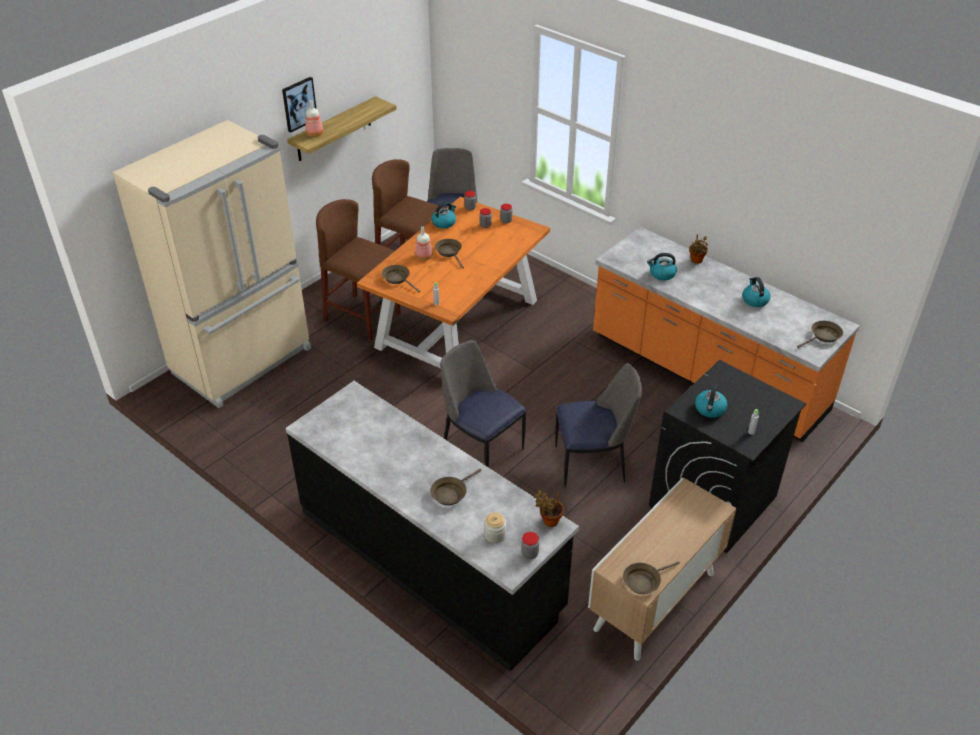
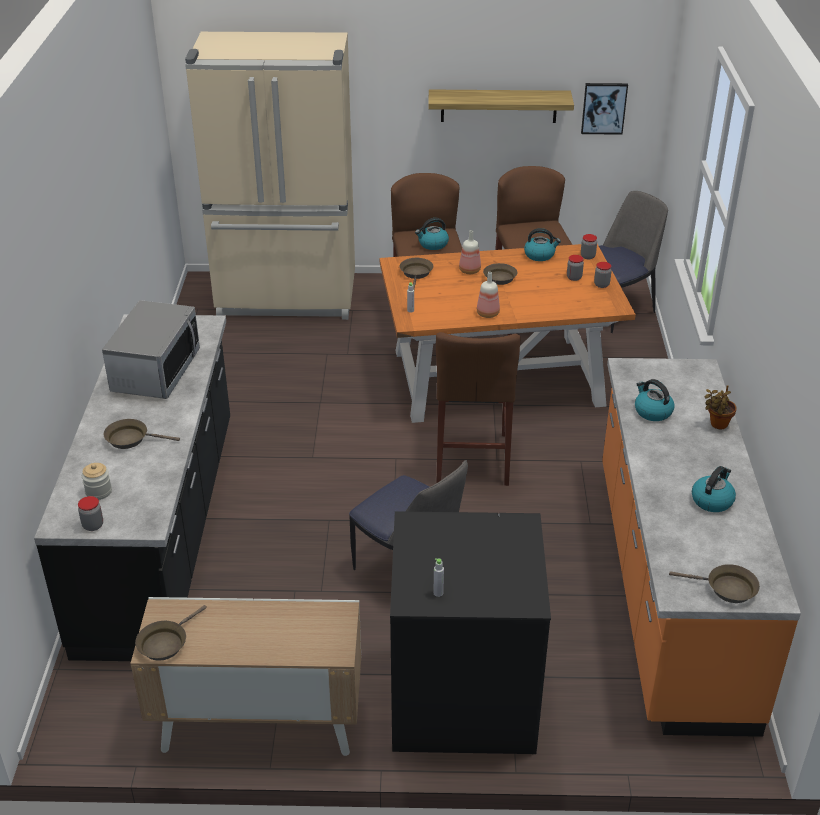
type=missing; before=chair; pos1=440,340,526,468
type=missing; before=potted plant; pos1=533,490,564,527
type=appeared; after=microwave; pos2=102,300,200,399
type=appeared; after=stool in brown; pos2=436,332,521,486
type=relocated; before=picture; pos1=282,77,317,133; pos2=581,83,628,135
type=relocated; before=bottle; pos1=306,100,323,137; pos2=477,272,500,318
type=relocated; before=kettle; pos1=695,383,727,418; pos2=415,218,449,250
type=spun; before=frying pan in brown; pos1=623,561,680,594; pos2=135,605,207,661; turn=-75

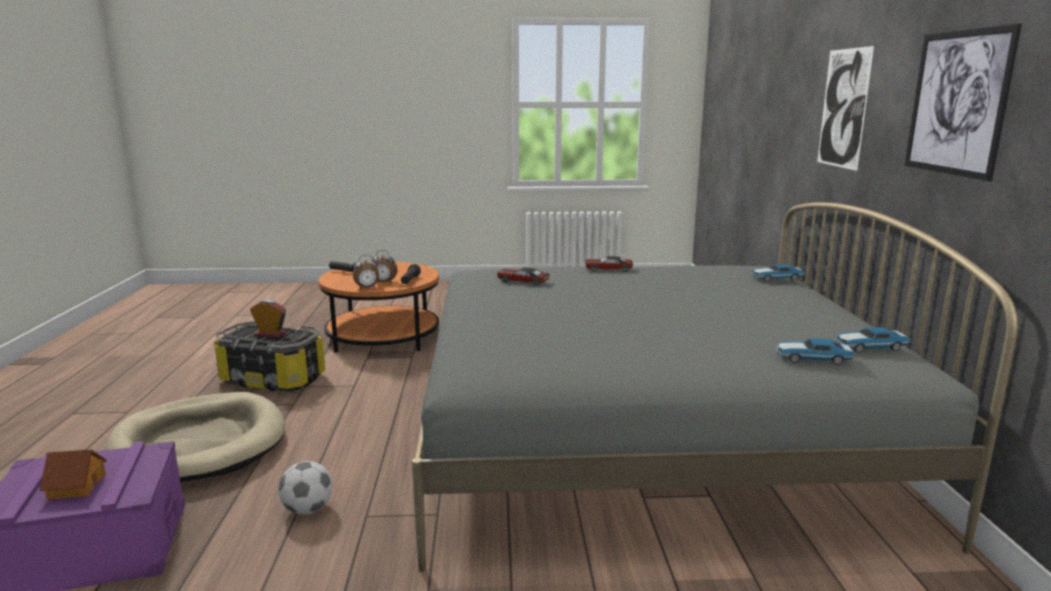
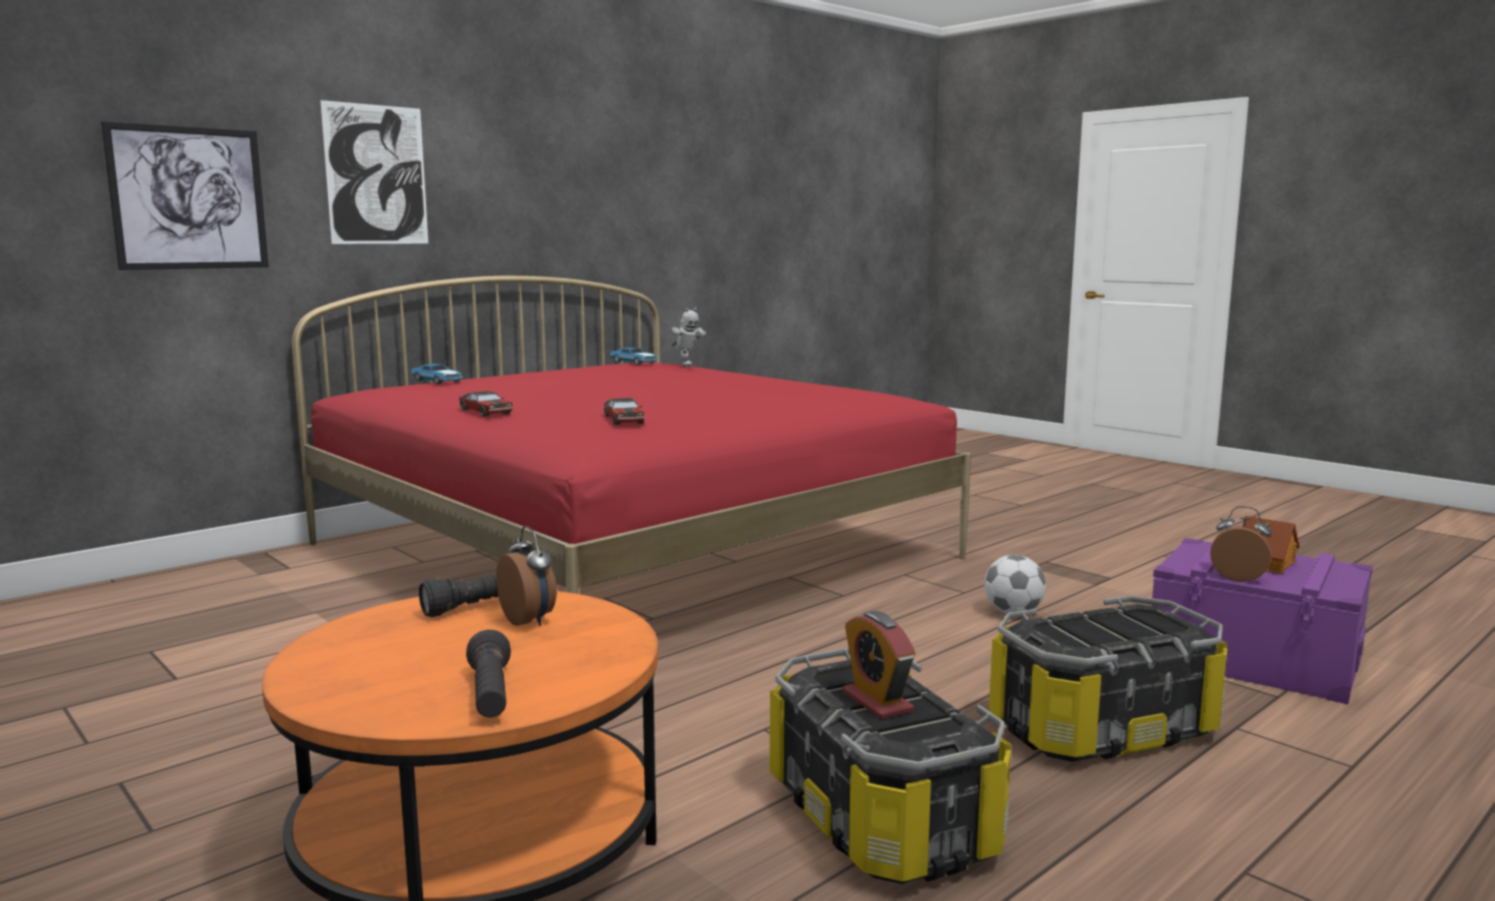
type=relocated; before=alarm clock; pos1=353,255,379,289; pos2=1210,506,1272,582
type=relocated; before=picture; pos1=905,24,1022,181; pos2=101,121,269,270
type=exchanged; before=dog bed in beige; after=storage box; pos1=105,392,285,482; pos2=989,596,1228,762
type=exchanged; before=toy car; after=toy robot; pos1=776,338,855,365; pos2=670,308,706,367
type=colour; before=bed in grey; after=bed in red; pos1=412,202,1018,572; pos2=292,276,971,594

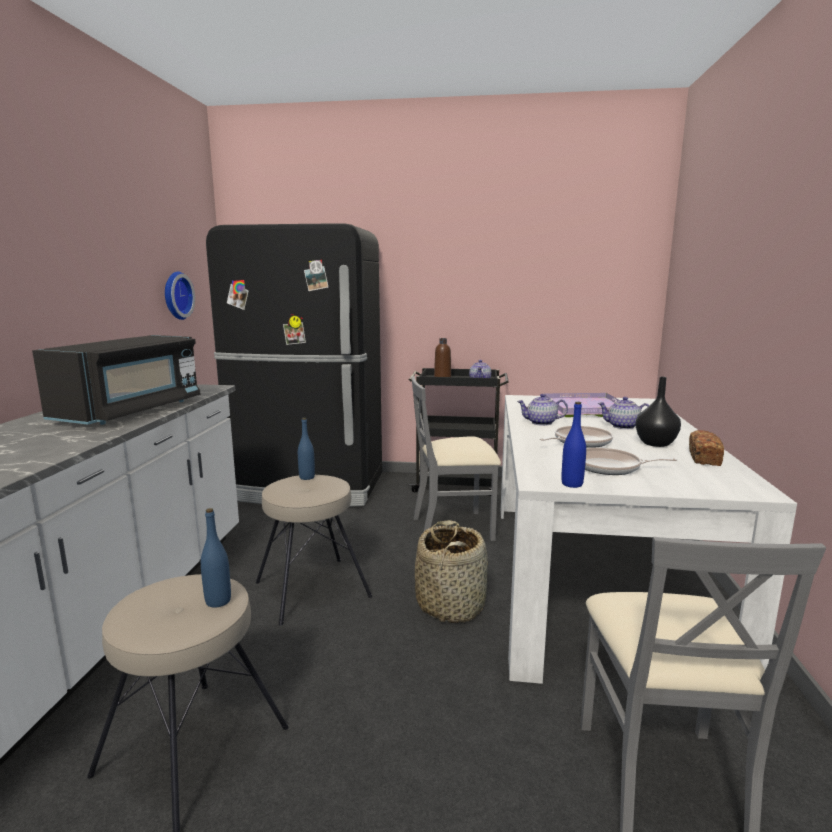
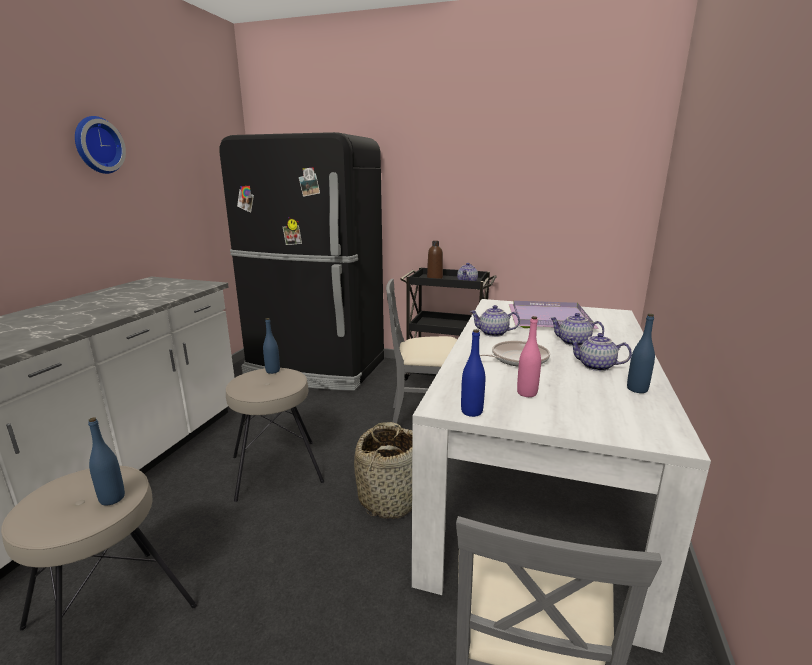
type=missing; before=microwave in black; pos1=32,335,201,425
type=relocated; before=wall clock; pos1=165,272,195,320; pos2=75,116,126,174
type=exchanged; before=frying pan; after=bottle in pink; pos1=585,448,677,475; pos2=517,316,541,397
type=exchanged; before=vase in black; after=teapot; pos1=635,377,681,447; pos2=569,333,632,371
type=exchanged; before=bread; after=bottle in blue; pos1=689,430,724,466; pos2=627,314,655,393

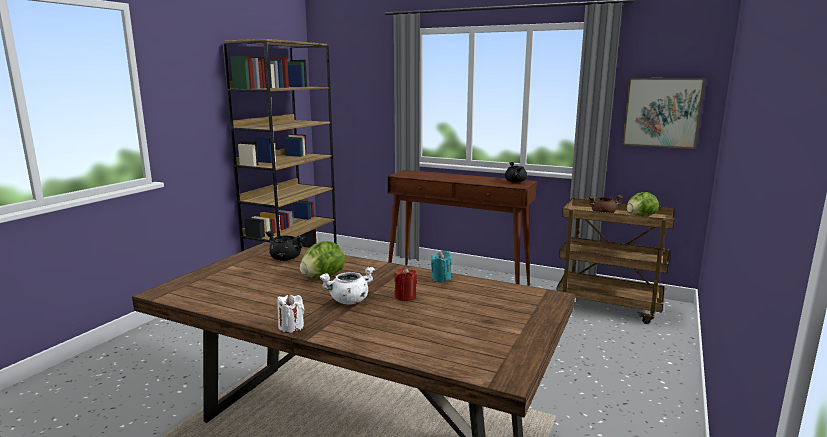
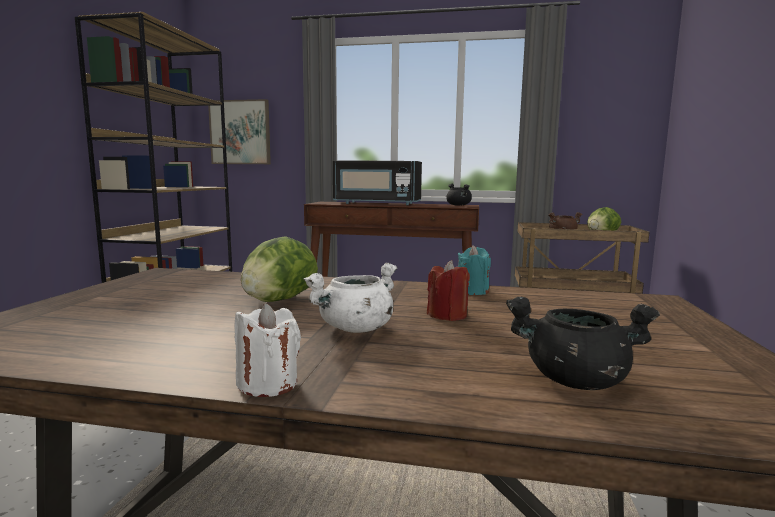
type=appeared; after=microwave in black; pos2=333,160,422,205
type=relocated; before=cooking pot in black; pos1=266,231,305,261; pos2=506,297,660,390
type=relocated; before=picture; pos1=622,78,705,149; pos2=208,99,271,164

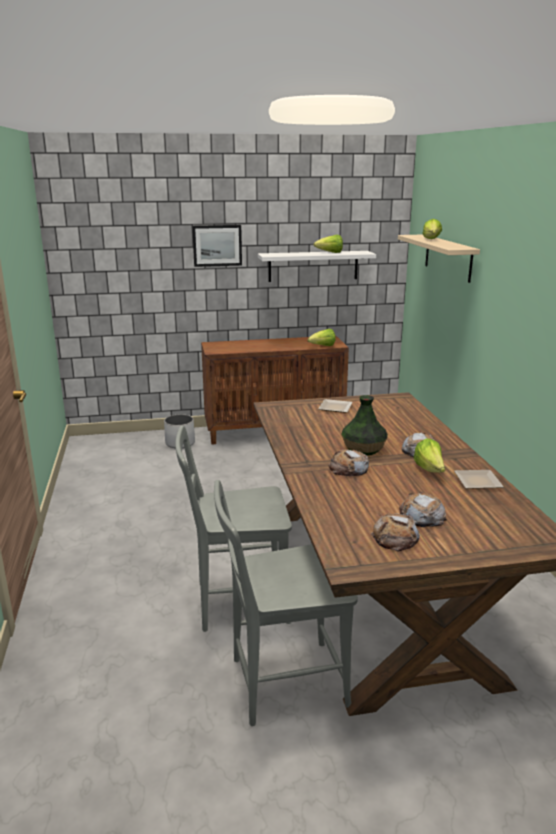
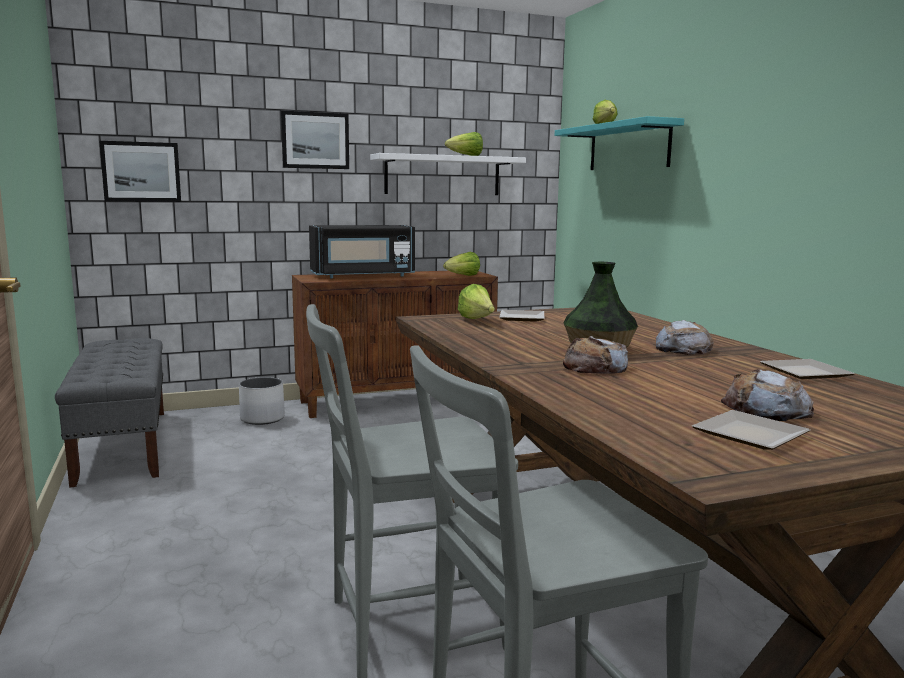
type=appeared; after=bench in grey; pos2=55,338,164,488
type=appeared; after=picture; pos2=99,141,181,202
type=appeared; after=microwave in black; pos2=309,225,415,278
type=relocated; before=lettuce; pos1=413,438,445,473; pos2=458,284,495,319
type=exchanged; before=bread; after=plate; pos1=371,513,420,551; pos2=692,410,810,450
type=colour; before=shelf in beige; after=shelf in turquoise; pos1=398,235,480,283; pos2=554,116,684,170

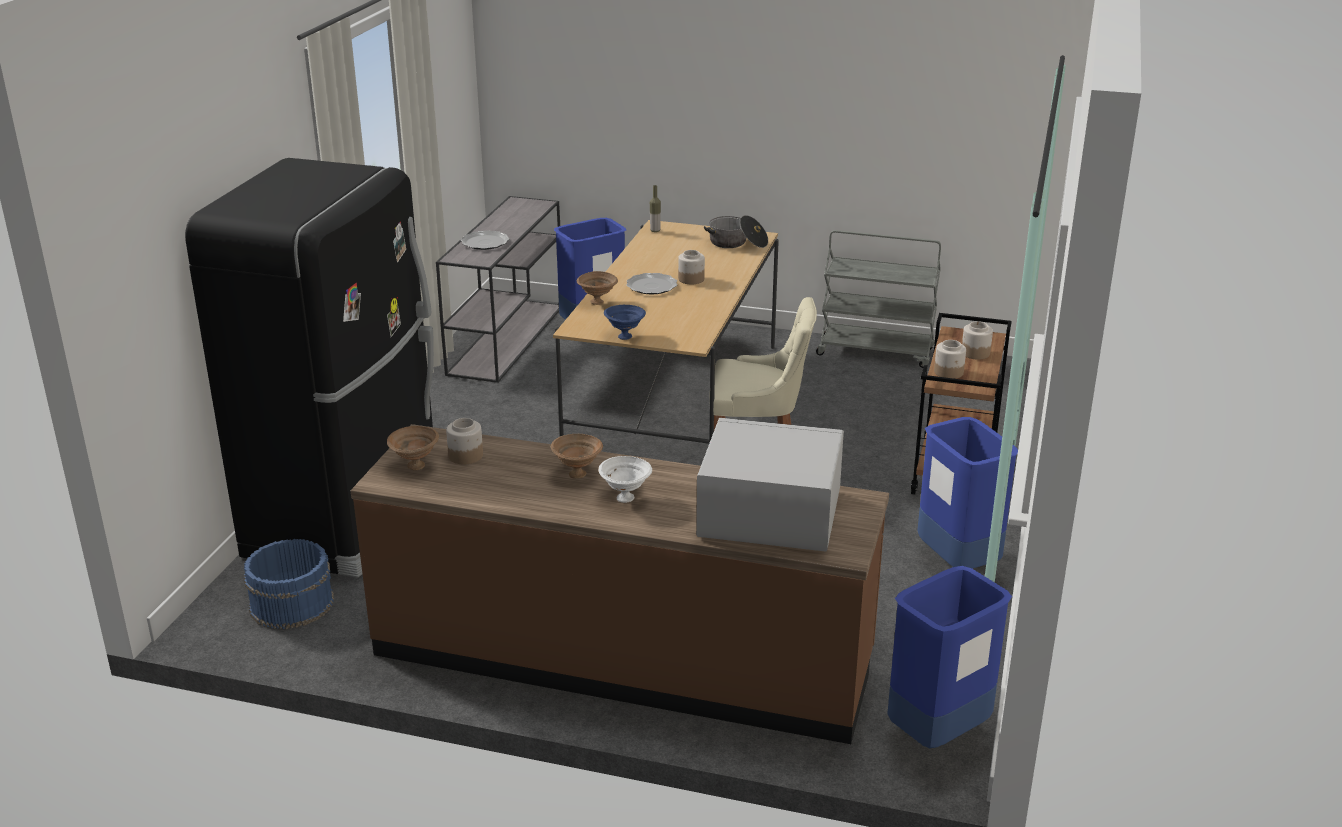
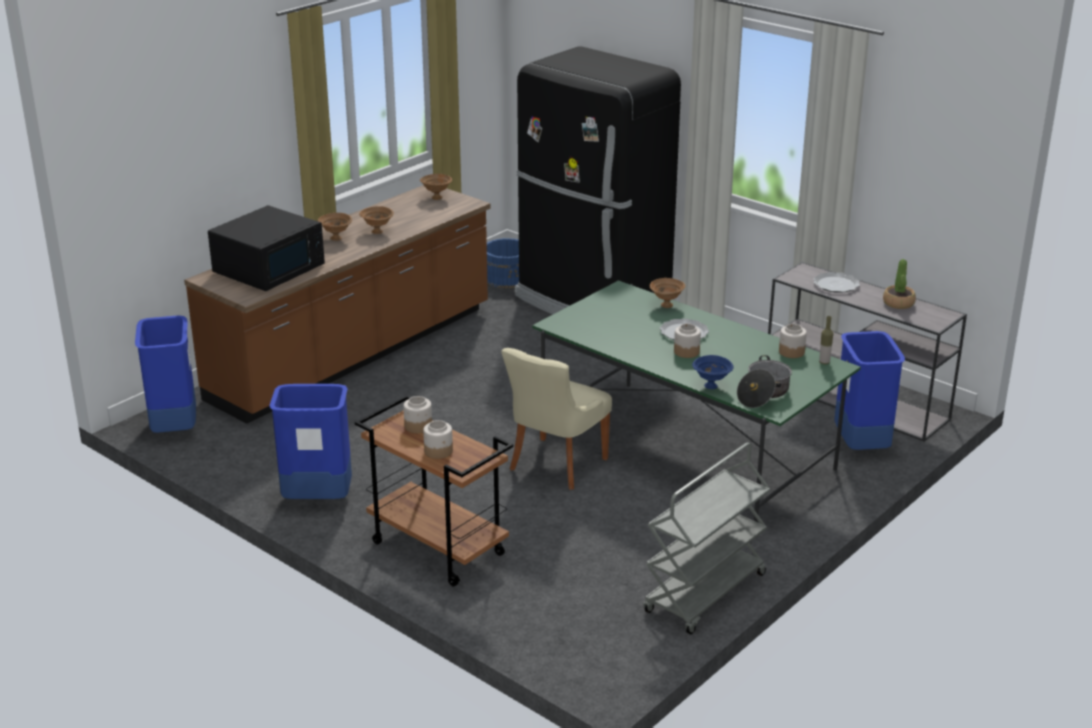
type=appeared; after=potted plant; pos2=883,259,916,309
type=relocated; before=jar; pos1=446,418,483,464; pos2=779,324,807,358
type=relocated; before=bowl in blue; pos1=604,305,646,340; pos2=692,355,733,389
type=colour; before=dining table in beige; after=dining table in green; pos1=553,220,779,444; pos2=532,280,861,523
type=colour; before=bowl in white; after=bowl in brown; pos1=599,456,652,503; pos2=318,213,352,241
type=colour; before=microwave in white; after=microwave in black; pos1=696,418,844,551; pos2=208,205,325,291

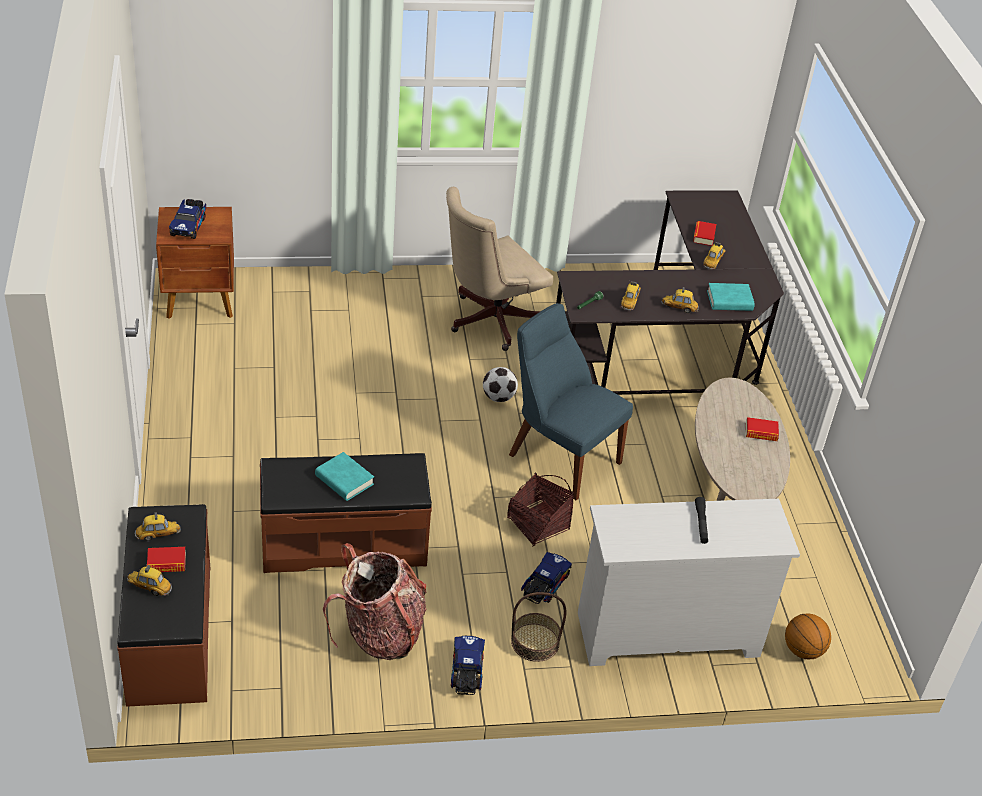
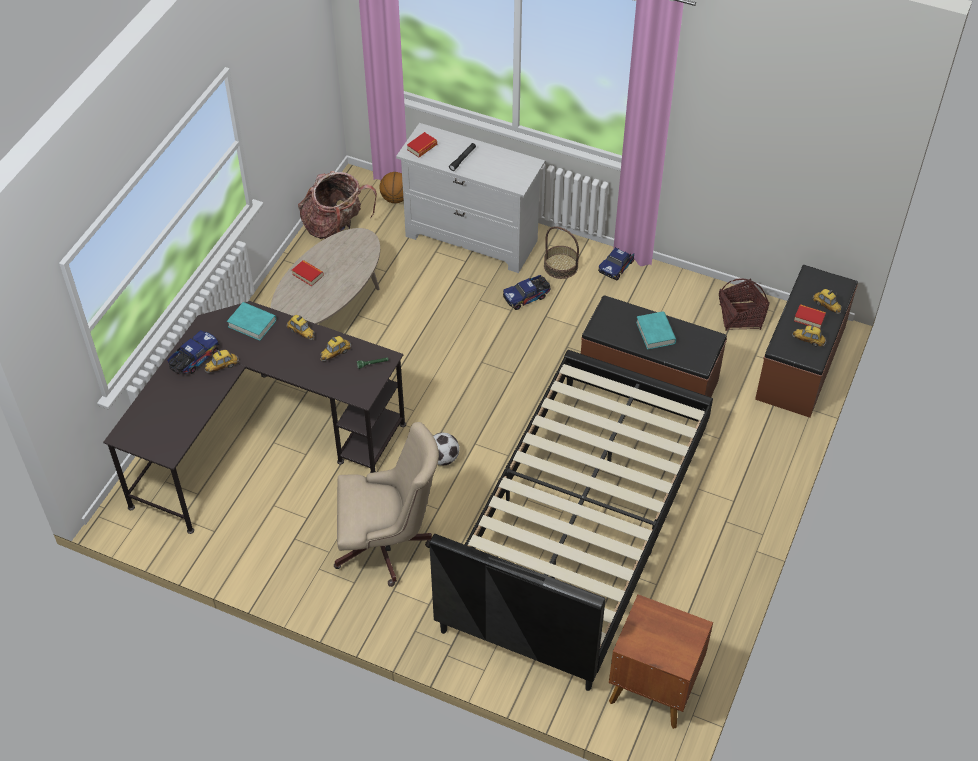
type=missing; before=chair in blue; pos1=509,303,633,500
type=appeared; after=bed in black; pos2=429,350,713,691
type=relocated; before=toy truck; pos1=169,199,206,239; pos2=167,330,219,374
type=relocated; before=backpack; pos1=323,543,427,660; pos2=298,171,377,239
type=relocated; before=basket; pos1=507,473,574,546; pos2=719,278,770,331
type=relocated; before=book; pos1=693,221,716,246; pos2=407,132,437,157

